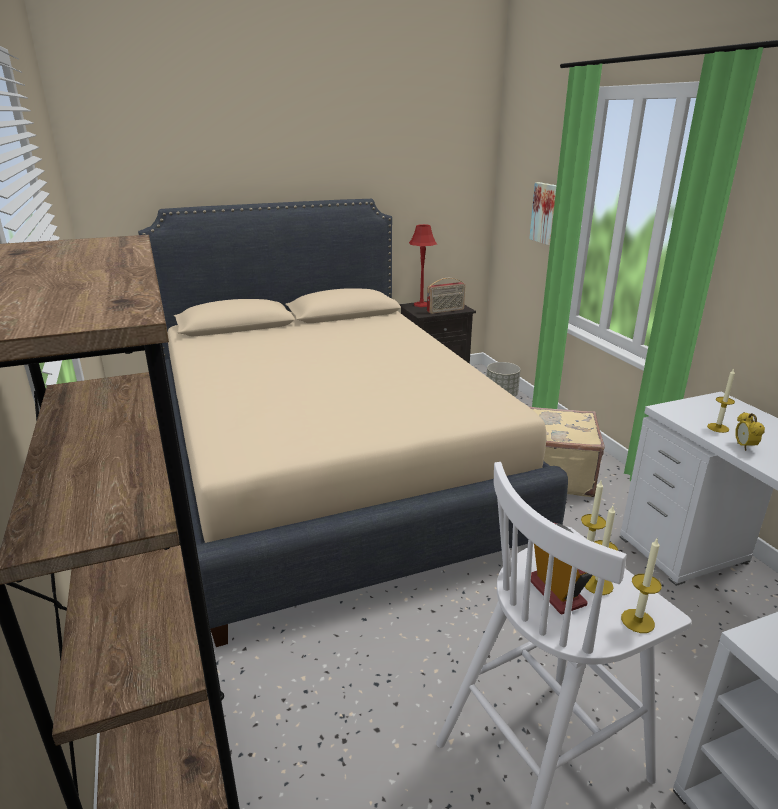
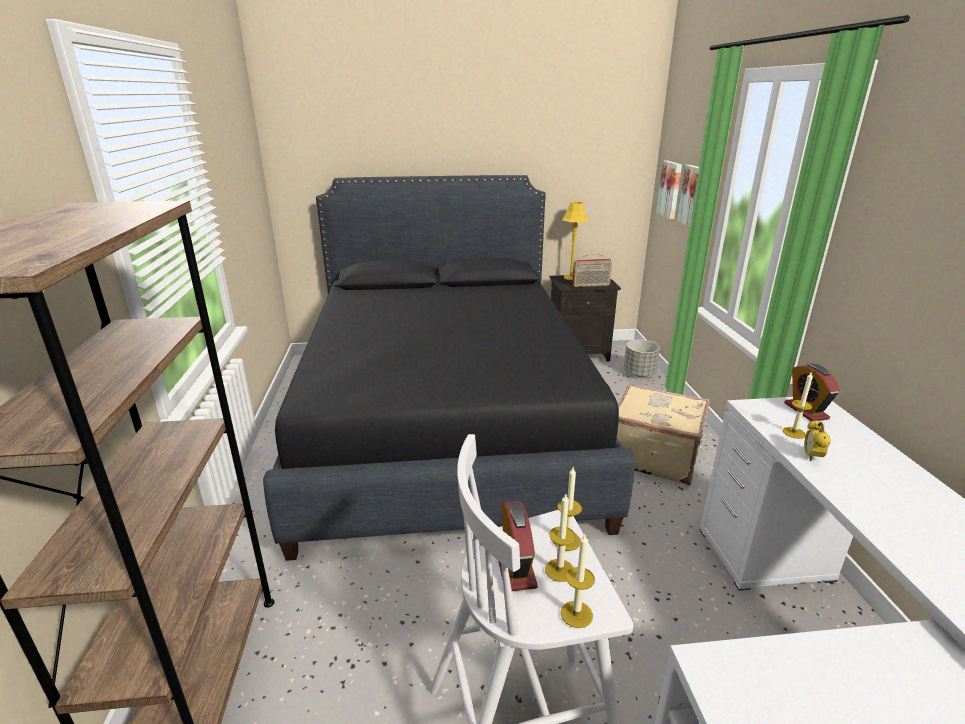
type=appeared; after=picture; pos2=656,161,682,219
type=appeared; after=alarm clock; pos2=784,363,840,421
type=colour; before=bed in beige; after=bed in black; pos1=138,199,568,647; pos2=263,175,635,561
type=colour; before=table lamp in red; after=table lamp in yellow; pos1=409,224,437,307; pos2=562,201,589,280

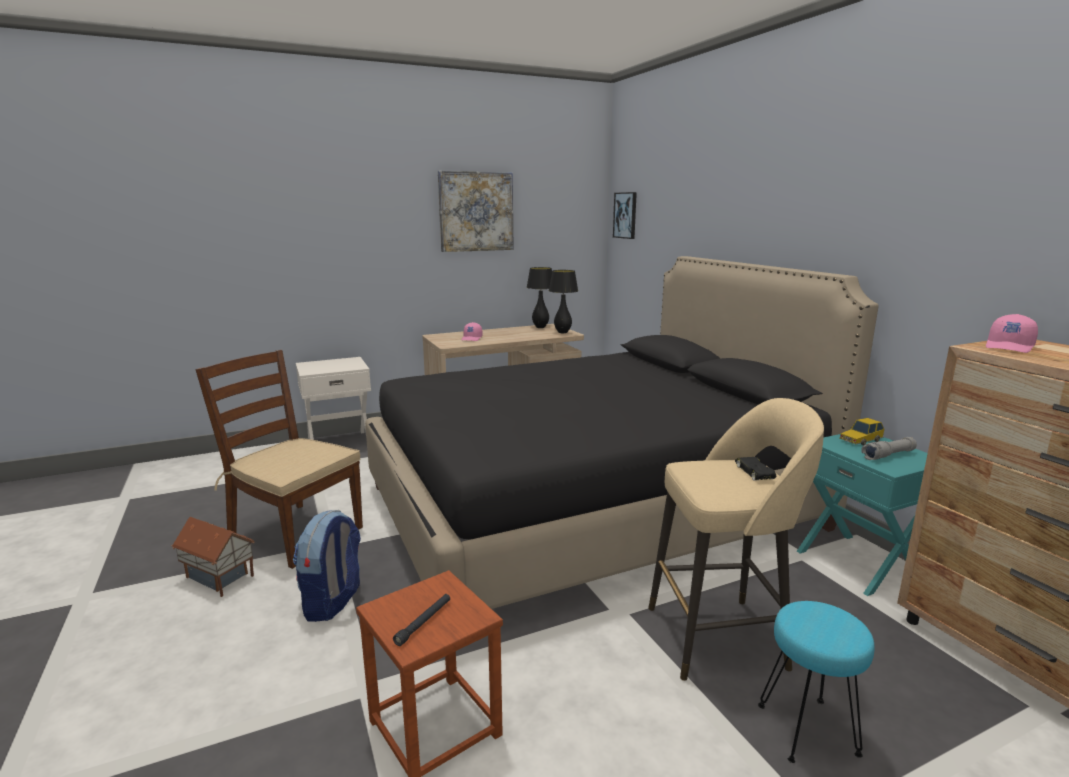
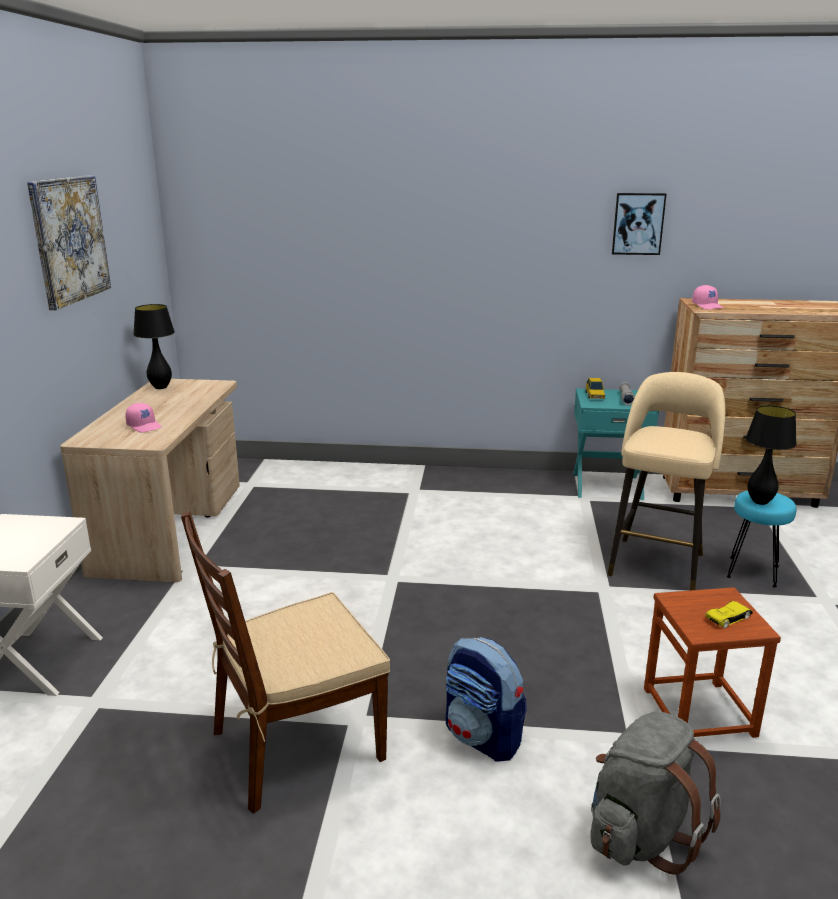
type=missing; before=toy house; pos1=172,517,255,597
type=missing; before=bed in black; pos1=365,256,879,609
type=missing; before=toy car in black; pos1=735,457,776,481
type=appeared; after=backpack in grey; pos2=590,711,721,875
type=relocated; before=table lamp in black; pos1=549,270,578,333; pos2=746,406,797,505
type=relocated; before=picture; pos1=613,192,637,239; pos2=612,193,667,255
type=exchanged; before=flashlight in black; after=toy car in yellow; pos1=393,594,450,646; pos2=705,601,753,628

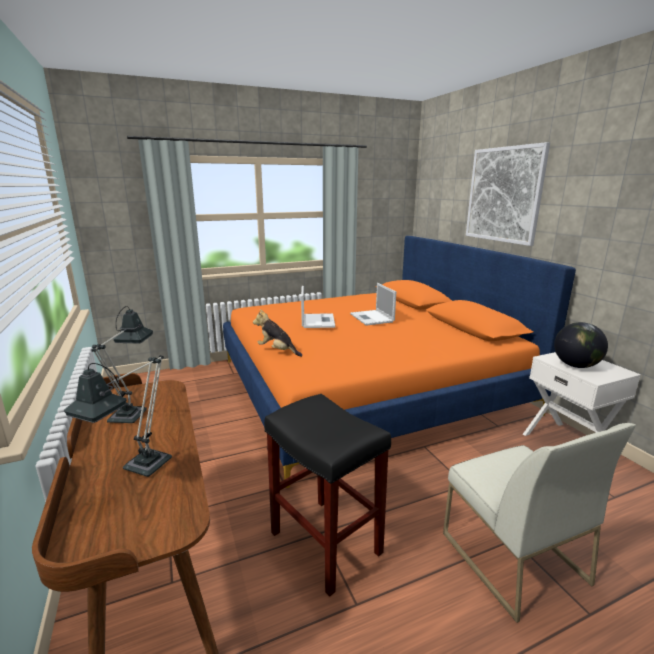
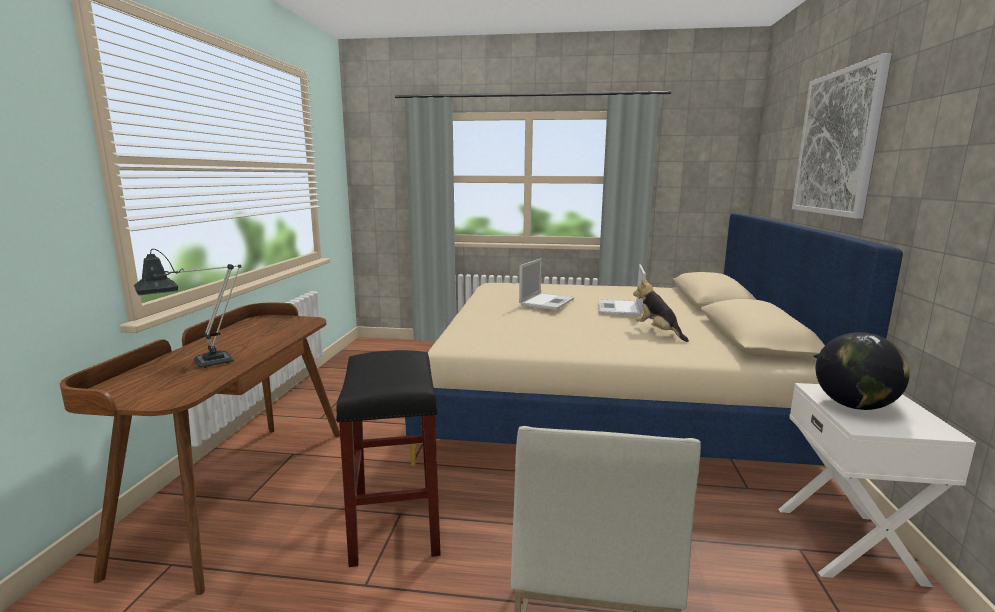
type=missing; before=table lamp; pos1=91,306,153,423
type=relocated; before=plush toy; pos1=253,309,302,357; pos2=633,279,689,342
type=colour; before=bed in orange; after=bed in beige; pos1=223,236,576,488; pos2=405,213,903,499

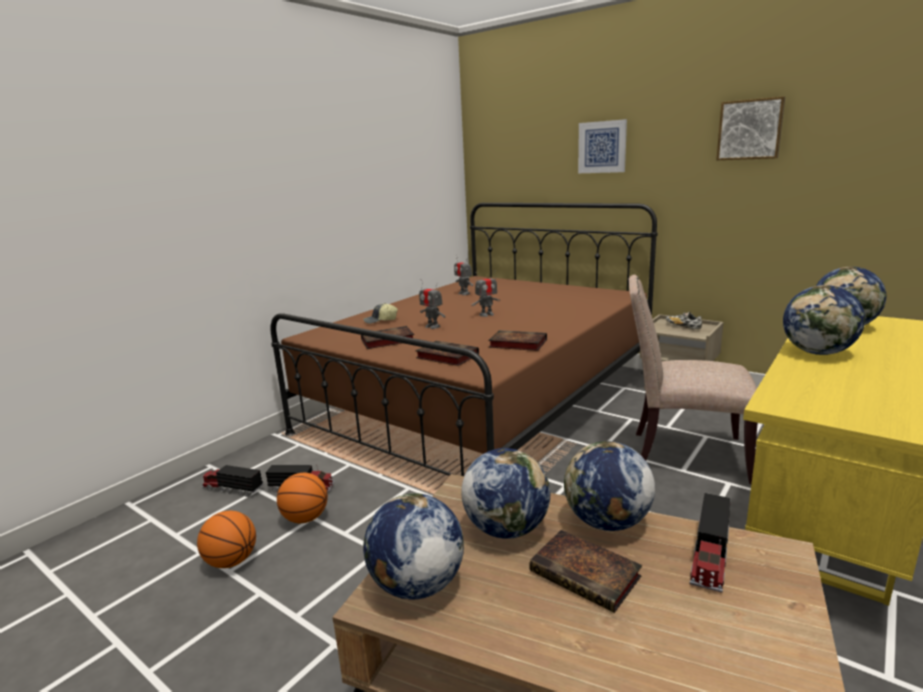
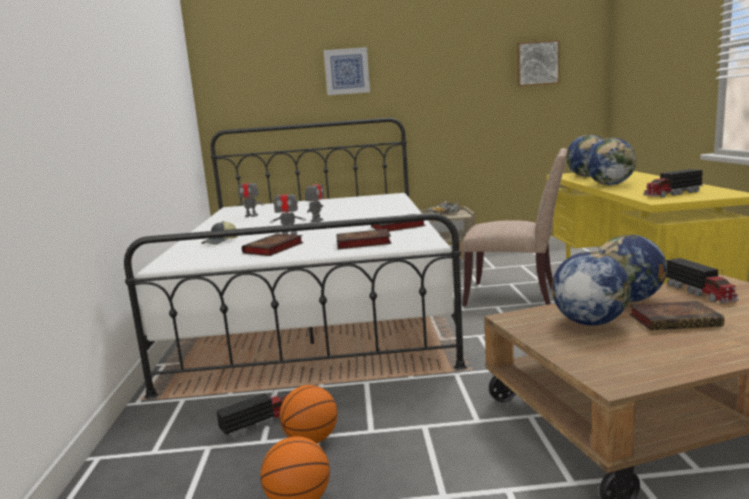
type=missing; before=globe; pos1=363,493,464,600
type=relocated; before=toy truck; pos1=202,465,264,497; pos2=643,169,703,198
type=relocated; before=picture; pos1=716,96,785,160; pos2=517,40,560,87
type=colour; before=bed in brown; after=bed in white; pos1=270,203,658,476; pos2=124,118,467,400
type=spun; before=chair in beige; pos1=629,275,757,484; pos2=462,148,568,306; turn=-135

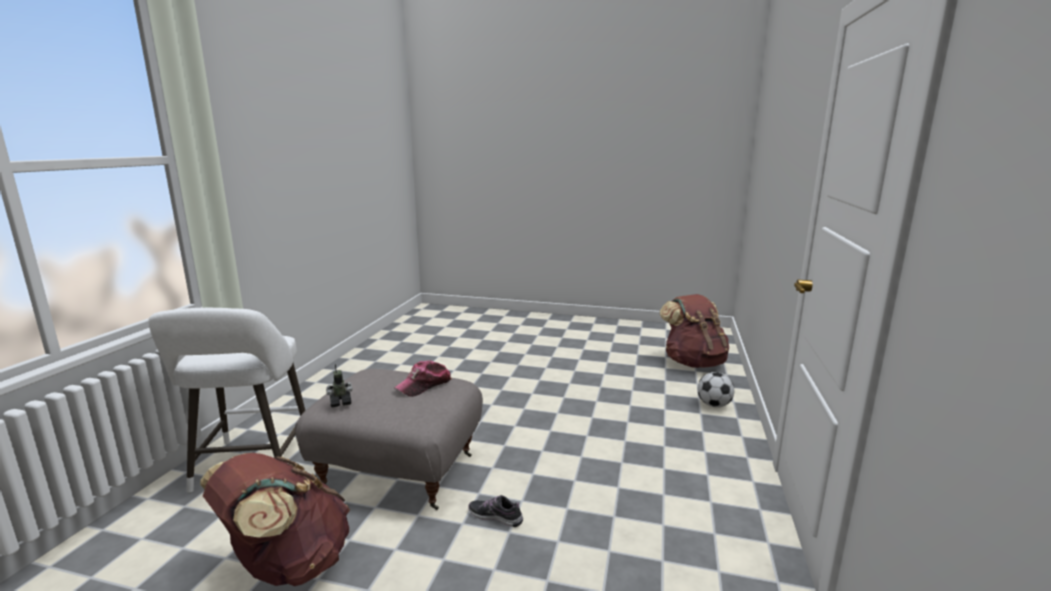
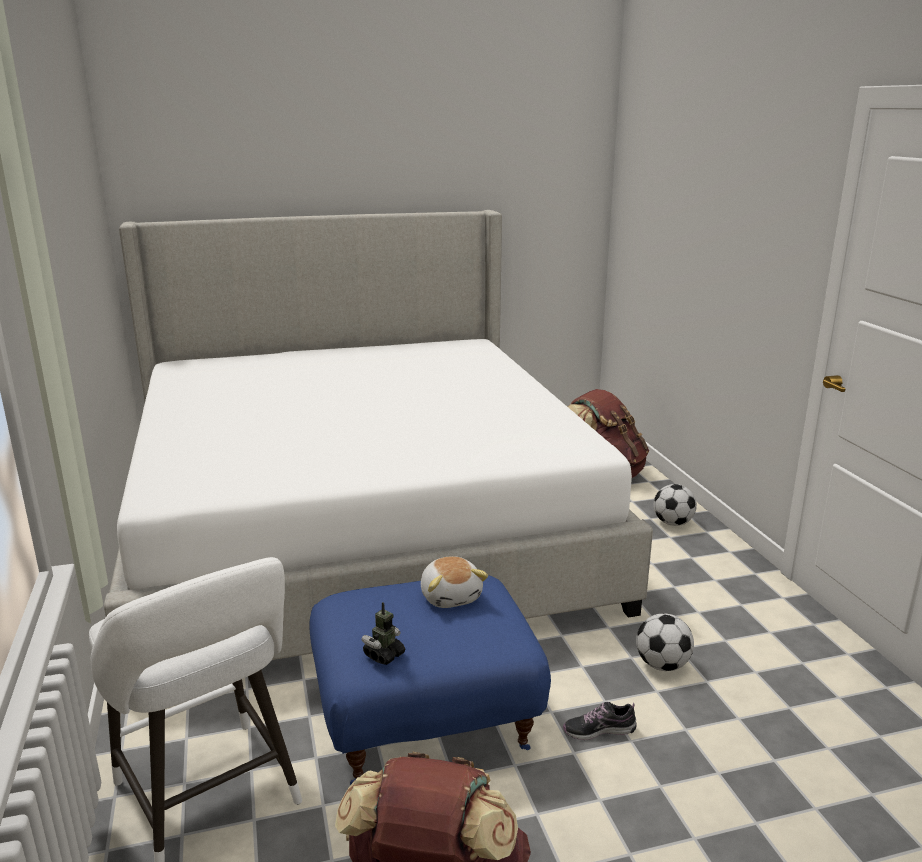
type=appeared; after=bed; pos2=104,210,653,660
type=appeared; after=football; pos2=636,614,694,671
type=exchanged; before=cap; after=plush toy; pos1=394,360,452,397; pos2=421,556,488,608
type=colour; before=ottoman in grey; after=ottoman in blue; pos1=295,369,483,510; pos2=310,575,551,785

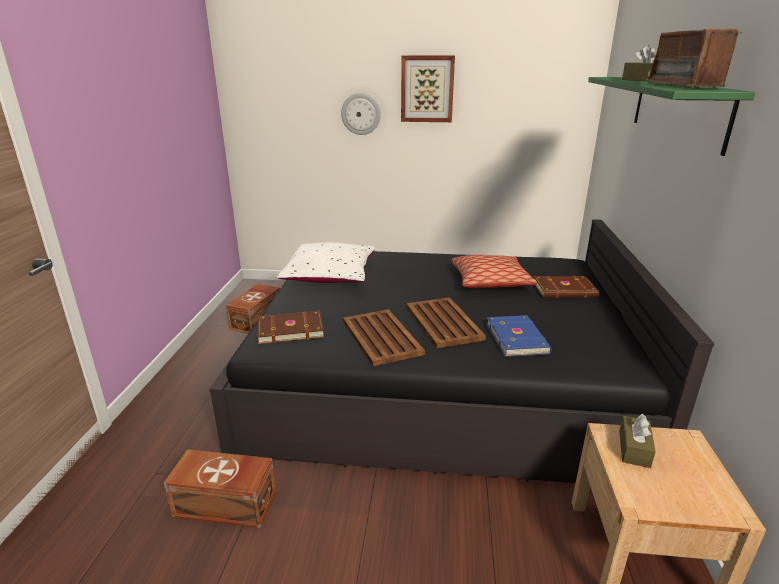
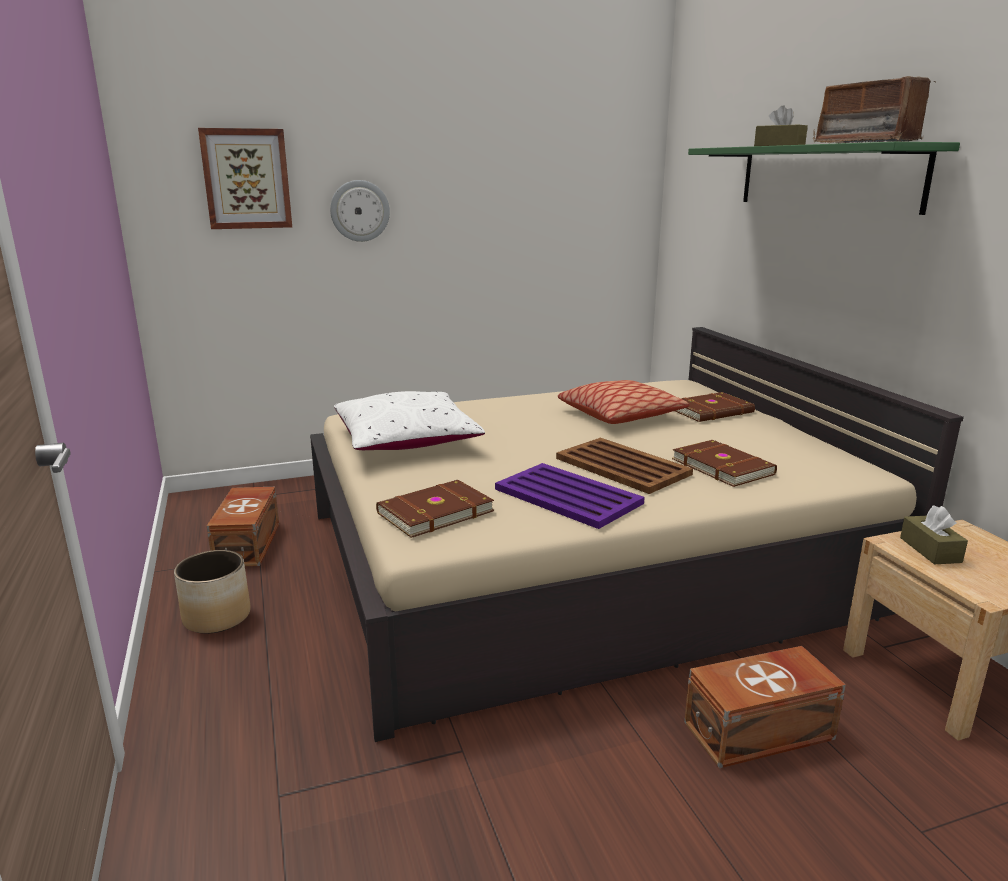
type=appeared; after=planter; pos2=174,550,251,634
type=relocated; before=storage box in brown; pos1=164,449,276,528; pos2=684,646,846,768
type=relocated; before=picture; pos1=401,55,455,122; pos2=198,128,292,229
type=colour; before=bed in black; after=bed in beige; pos1=209,219,715,483; pos2=310,327,964,742
type=colour; before=tray in brown; after=tray in purple; pos1=343,309,425,366; pos2=495,463,645,529
type=colour; before=book in blue; after=book in brown; pos1=486,315,552,357; pos2=672,440,777,487

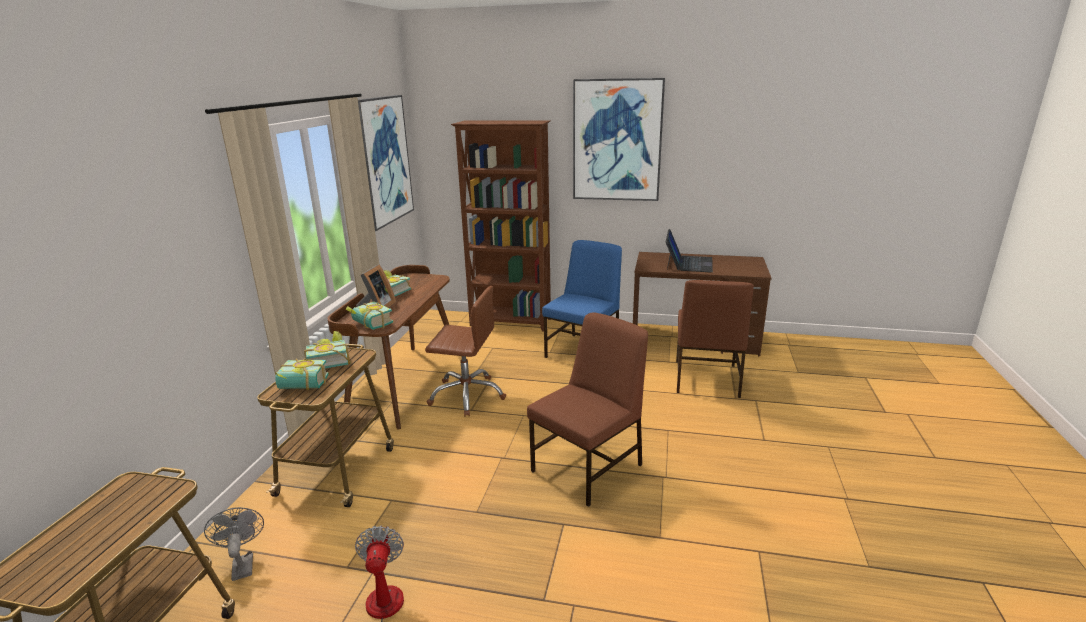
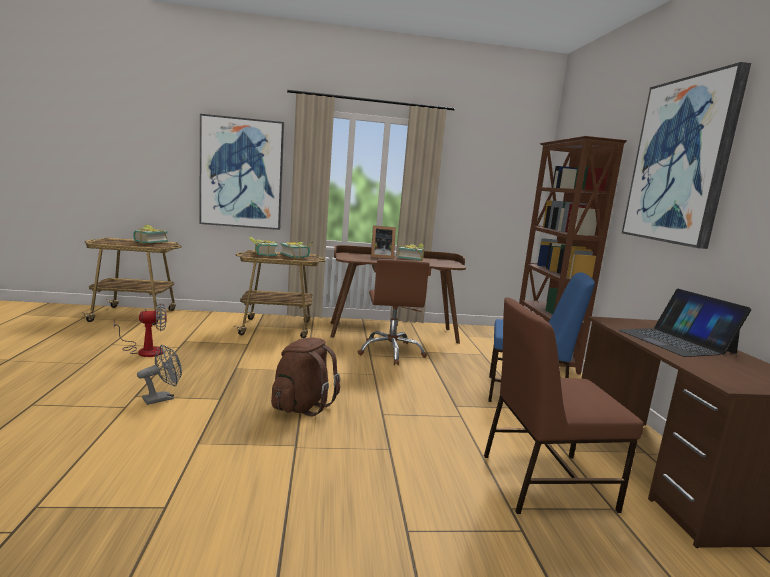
type=relocated; before=fan in grey; pos1=204,507,264,581; pos2=137,345,182,405
type=relocated; before=book; pos1=346,301,393,330; pos2=133,225,168,244
type=relocated; before=picture; pos1=358,95,414,231; pos2=200,114,284,230
type=exchanged; before=chair in brown; after=backpack in brown; pos1=527,312,648,507; pos2=271,337,340,416
type=spun; before=laptop; pos1=665,229,713,272; pos2=618,289,751,357; turn=75

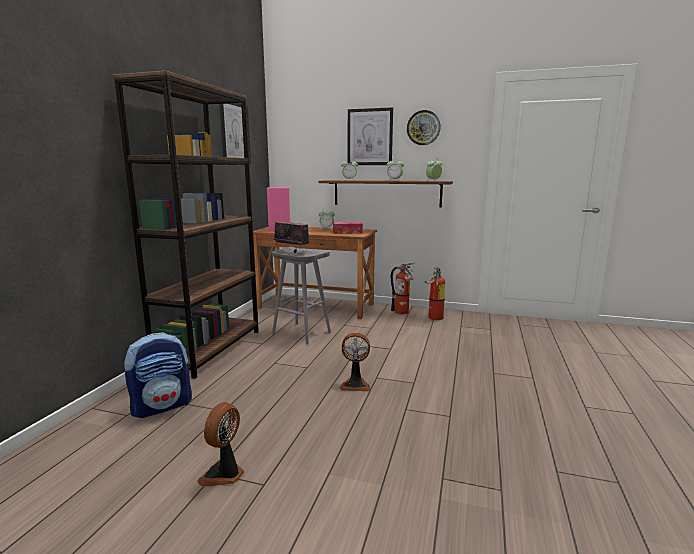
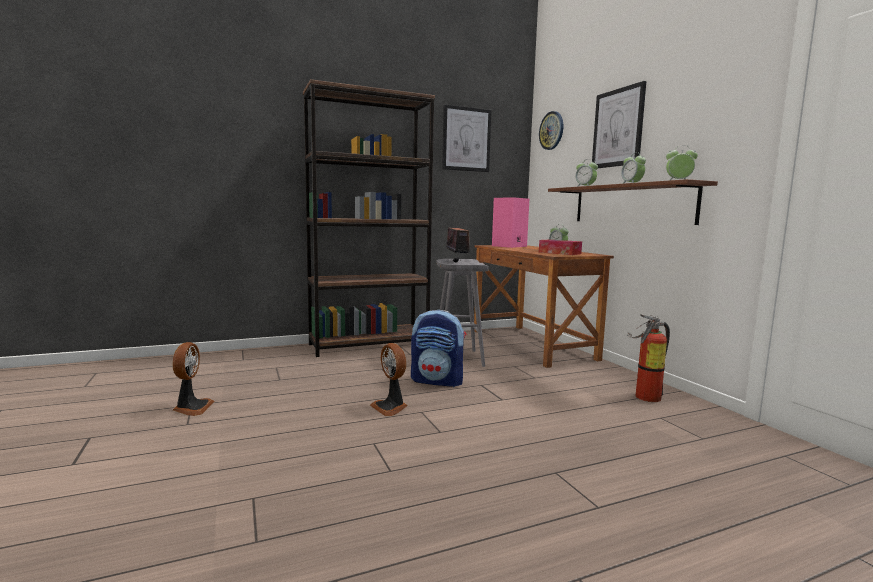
type=missing; before=fire extinguisher; pos1=391,262,416,315
type=relocated; before=backpack; pos1=124,332,192,418; pos2=411,310,467,387
type=relocated; before=wall clock; pos1=407,110,441,145; pos2=539,111,563,150
type=spun; before=fan; pos1=197,402,245,486; pos2=173,342,215,416; turn=105

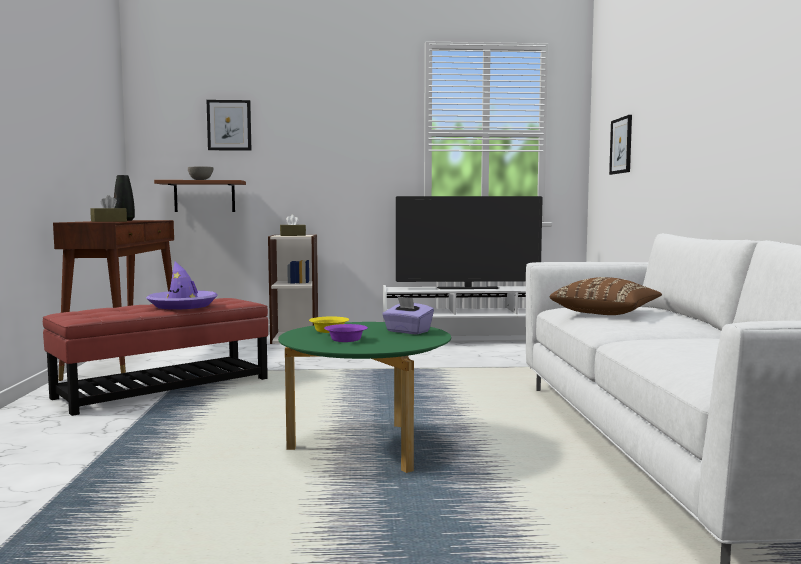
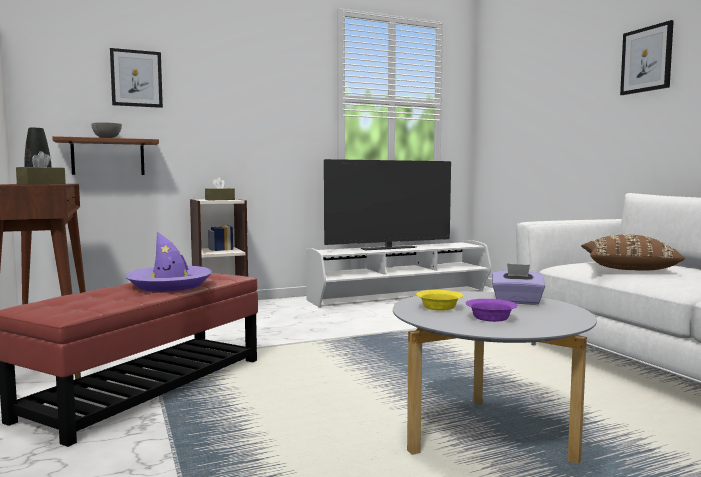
type=relocated; before=picture; pos1=609,115,632,175; pos2=620,20,674,95
type=colour; before=coffee table in green; after=coffee table in grey; pos1=278,322,451,473; pos2=393,291,597,464

